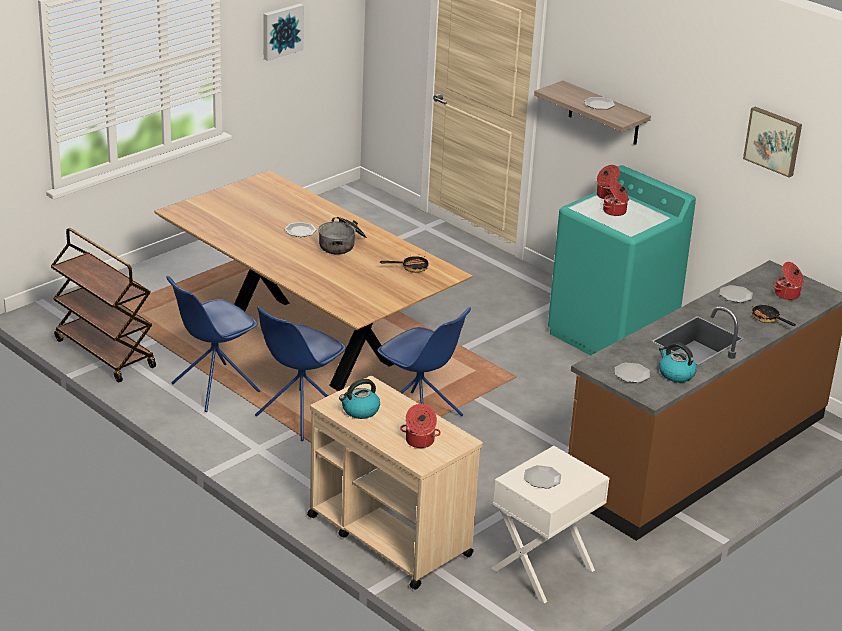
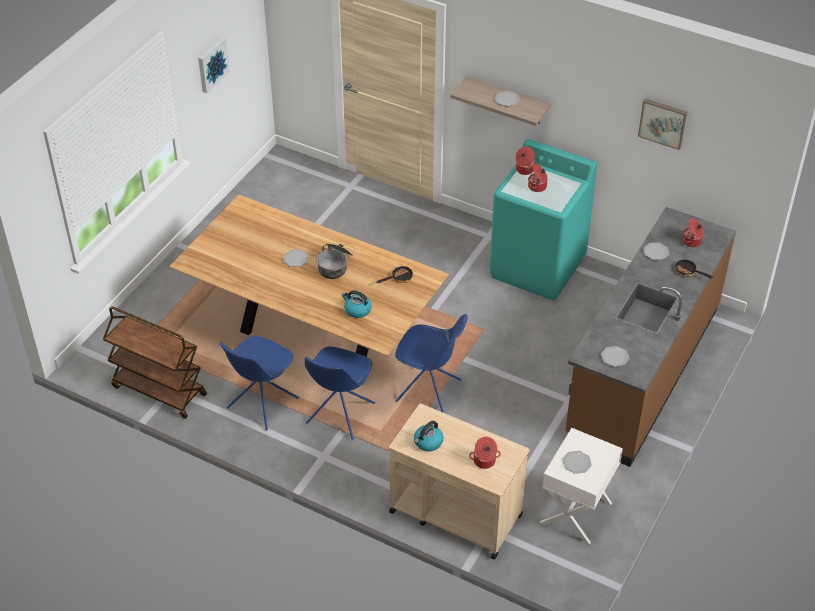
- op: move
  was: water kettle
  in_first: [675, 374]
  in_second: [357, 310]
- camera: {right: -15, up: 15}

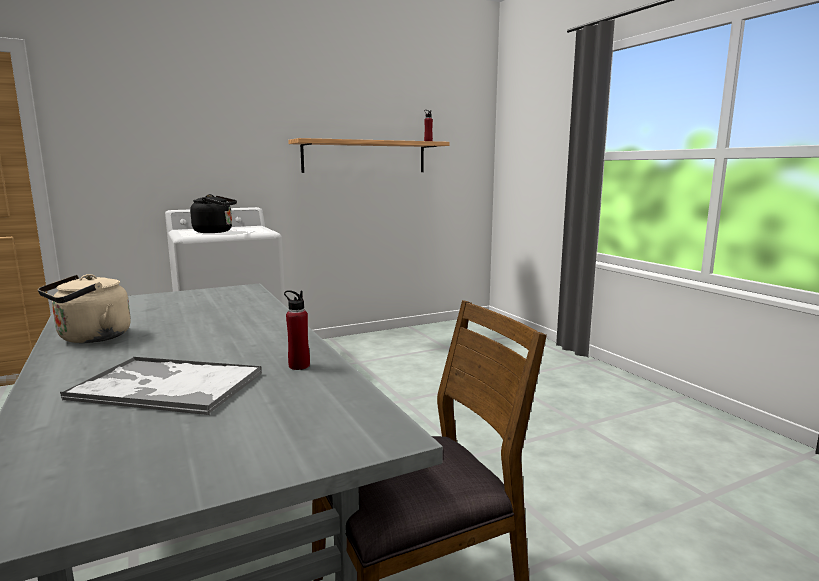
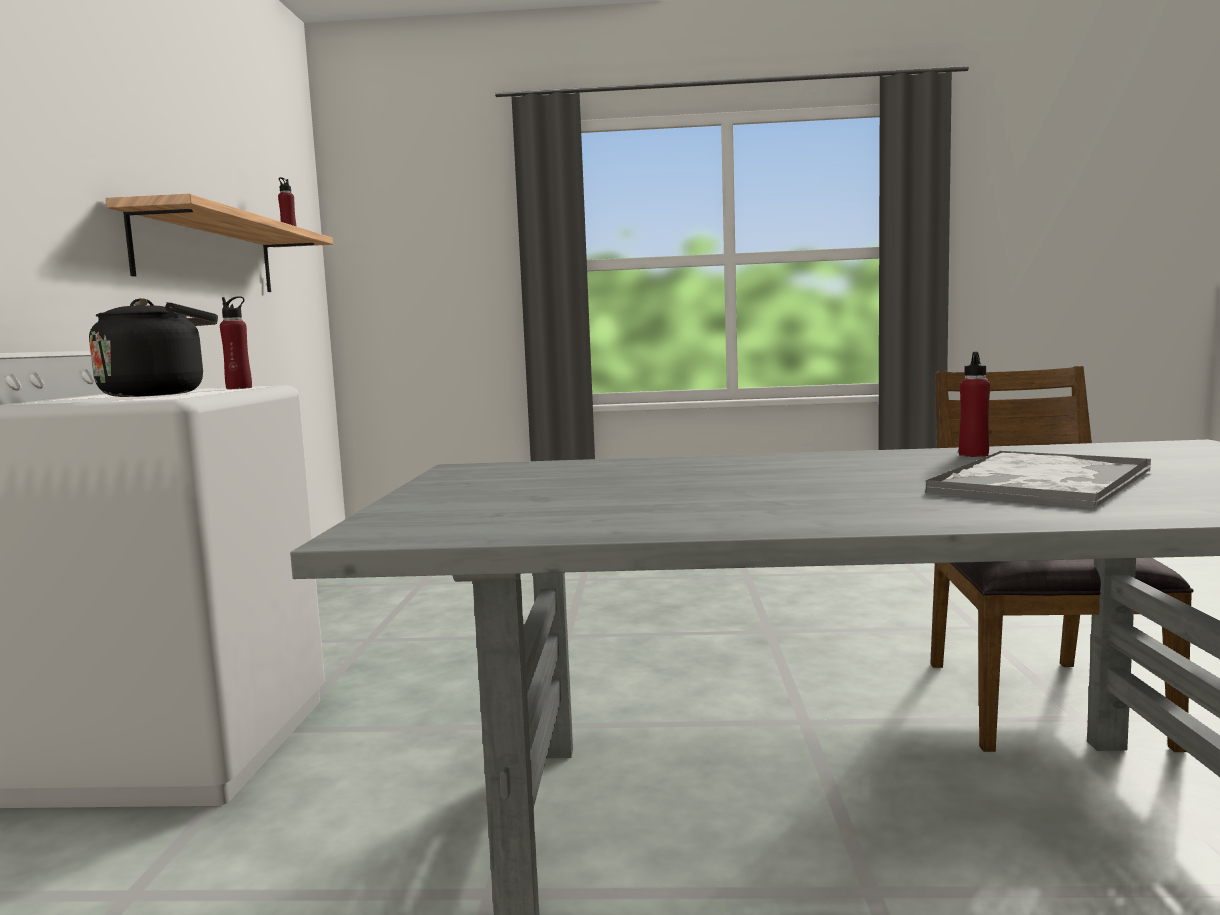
- op: delete
  was: water kettle/beige
  in_first: [90, 338]
- op: insert
  now: drink bottle/reddish
  in_second: [239, 388]
- camera: {right: -60, up: -5}

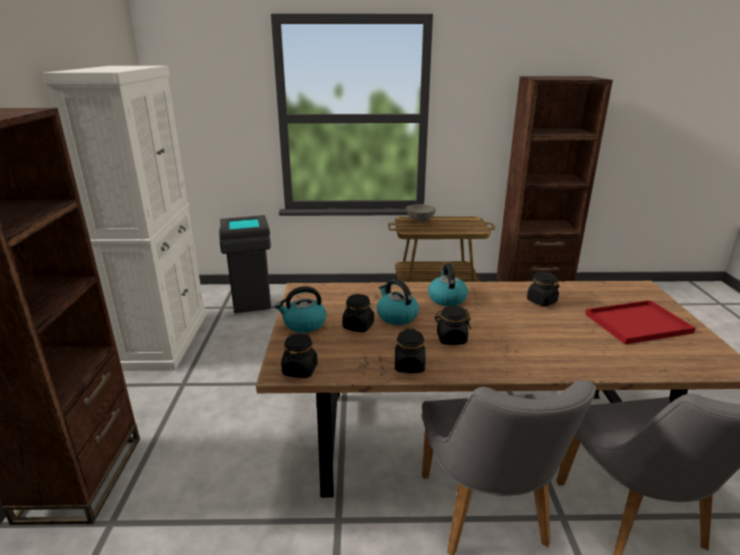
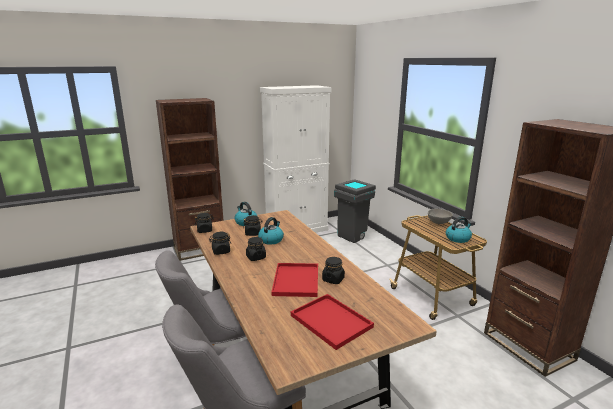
- op: move
  was: water kettle
  in_first: [446, 298]
  in_second: [458, 238]
- op: insert
  now: serving tray/reddish
  in_second: [296, 281]
- camera: {right: 65, up: -5}

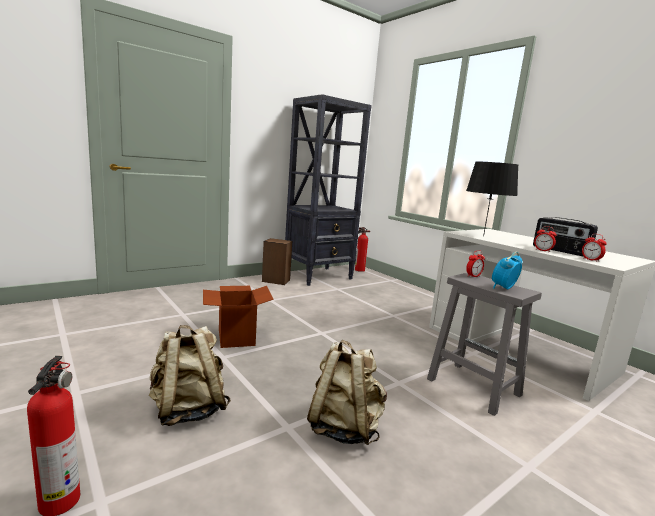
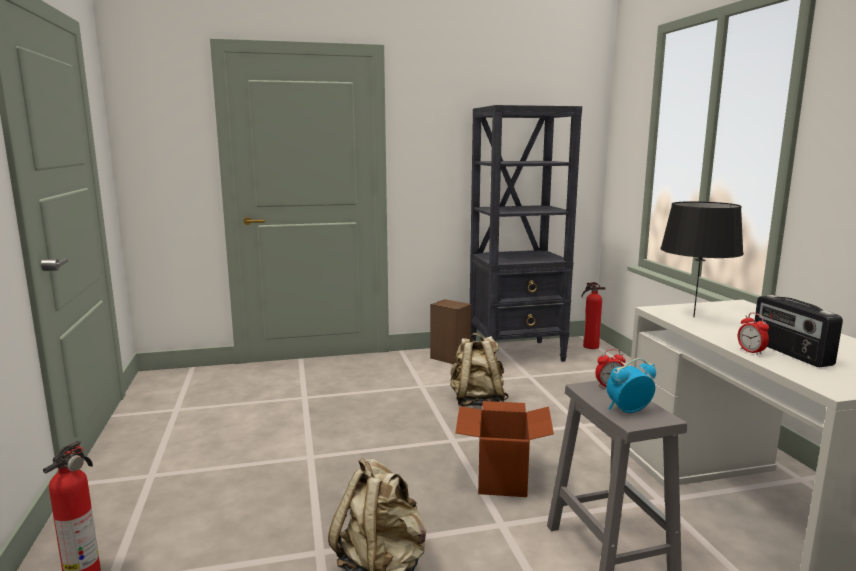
- op: move
  was: knapsack/beige
  in_first: [188, 410]
  in_second: [477, 401]
- op: move
  was: packing box
  in_first: [236, 337]
  in_second: [502, 479]
- op: delete
  was: bedside clock
  in_first: [591, 260]
- camera: {right: 25, up: 0}

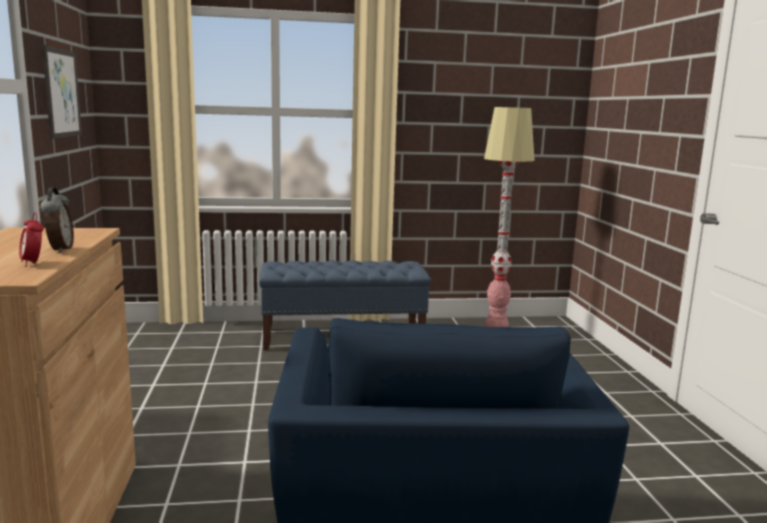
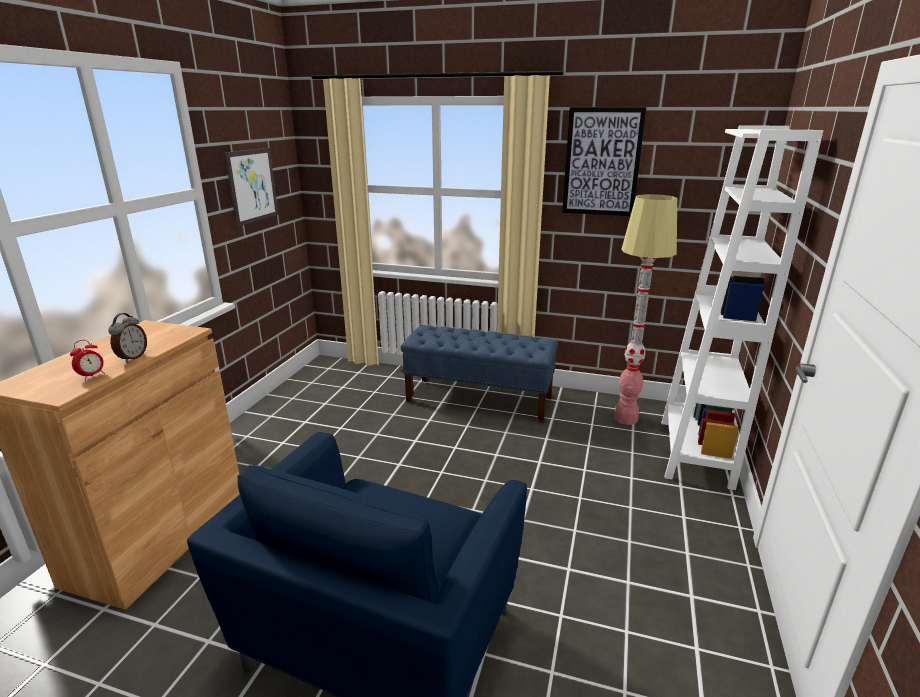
- op: rotate
  was: bedside clock
  in_first: [33, 264]
  in_second: [92, 376]
  clockwise: -135
- op: insert
  now: picture
  in_second: [602, 162]
- op: insert
  now: bookshelf/white-coloured
  in_second: [695, 453]
- camera: {right: 25, up: 10}

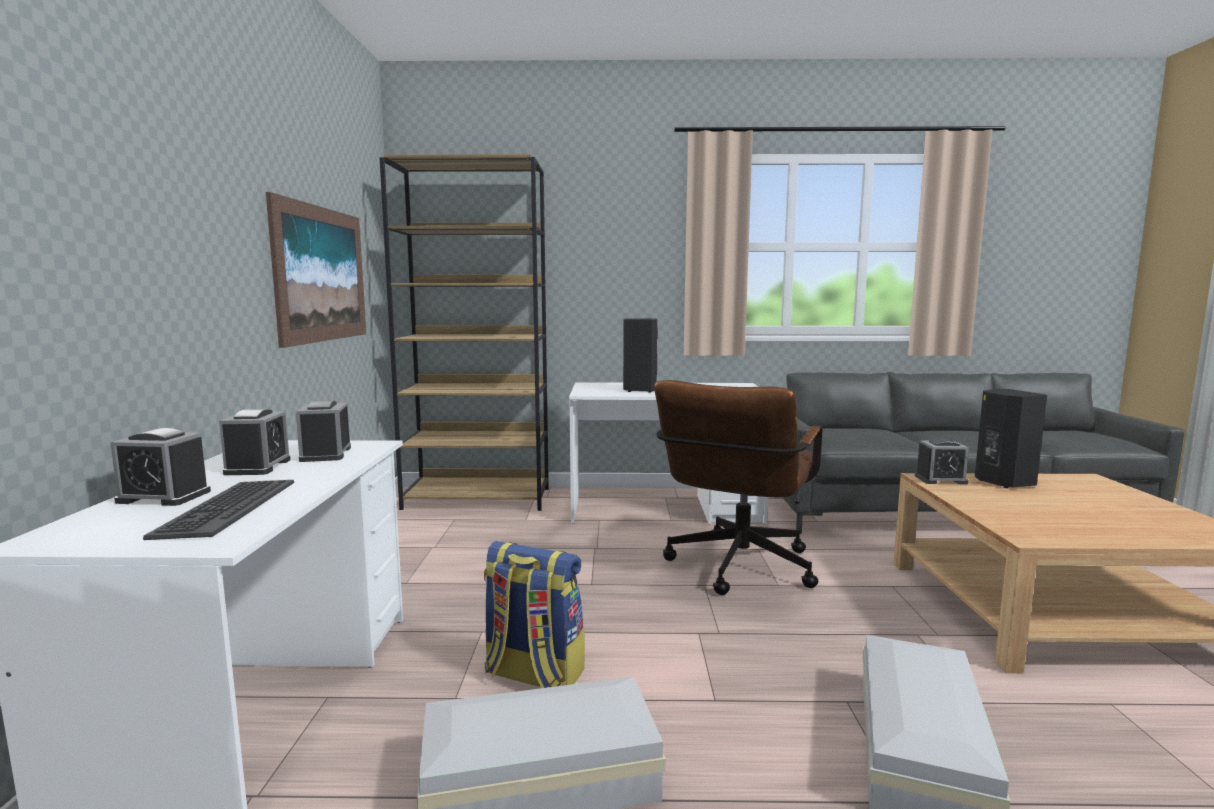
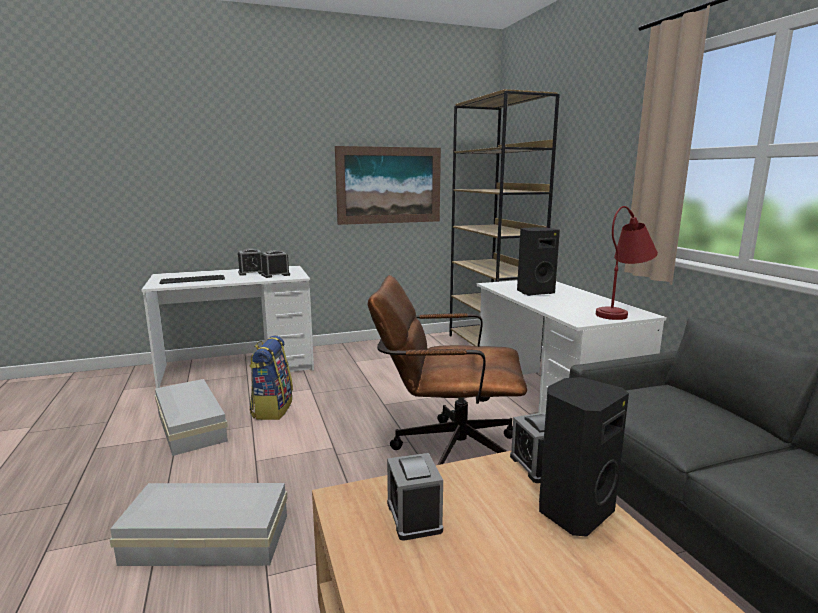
- op: move
  was: bedside clock
  in_first: [164, 496]
  in_second: [414, 516]
- op: insert
  now: table lamp/reddish
  in_second: [622, 312]
- camera: {right: 70, up: 5}

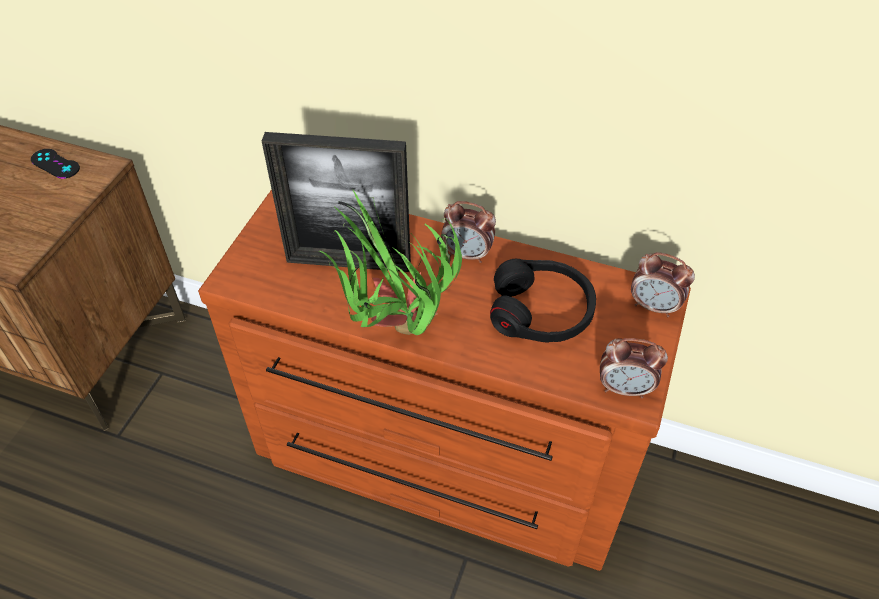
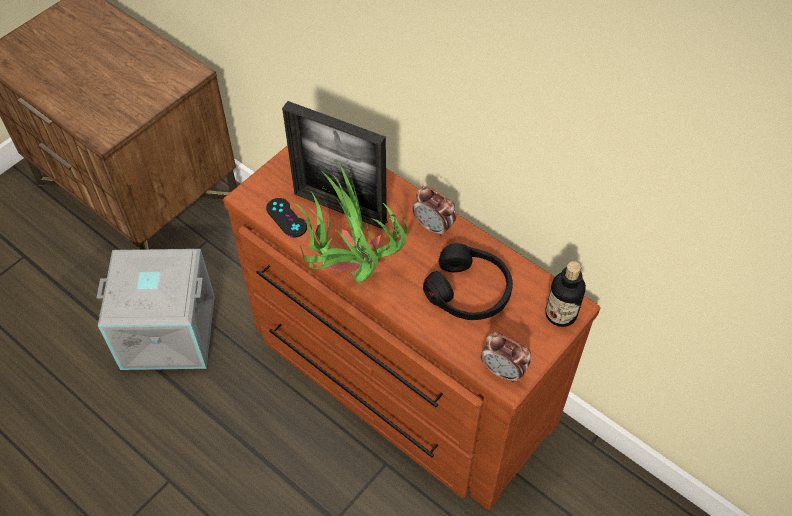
- op: move
  was: gamepad/black
  in_first: [55, 164]
  in_second: [286, 218]
- op: replace
  was: bedside clock
  now: drink bottle
  in_first: [654, 306]
  in_second: [560, 314]
- op: insert
  now: storage bin/greyish
  in_second: [169, 330]
- camera: {right: 20, up: 5}

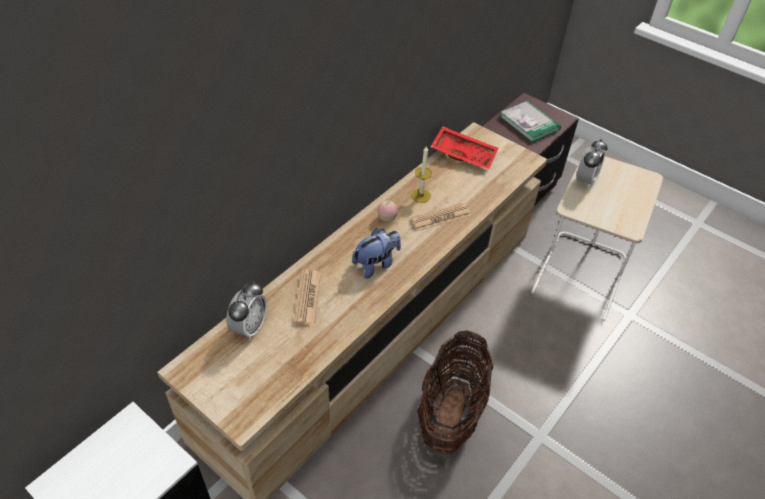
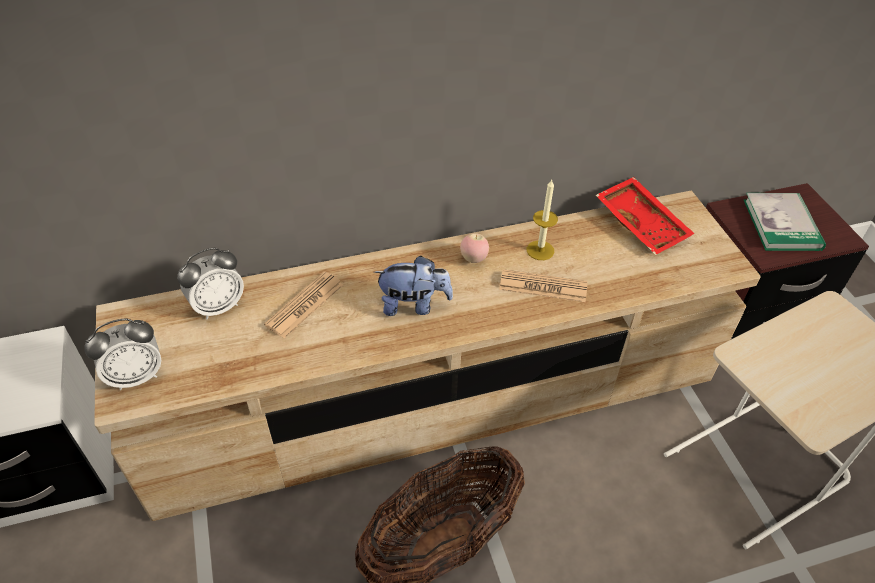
- op: move
  was: bedside clock
  in_first: [585, 180]
  in_second: [136, 376]
- camera: {right: 35, up: 0}

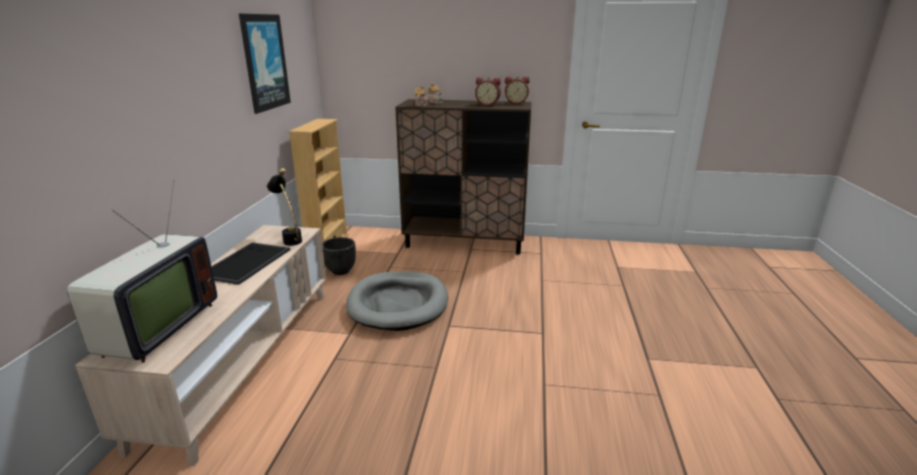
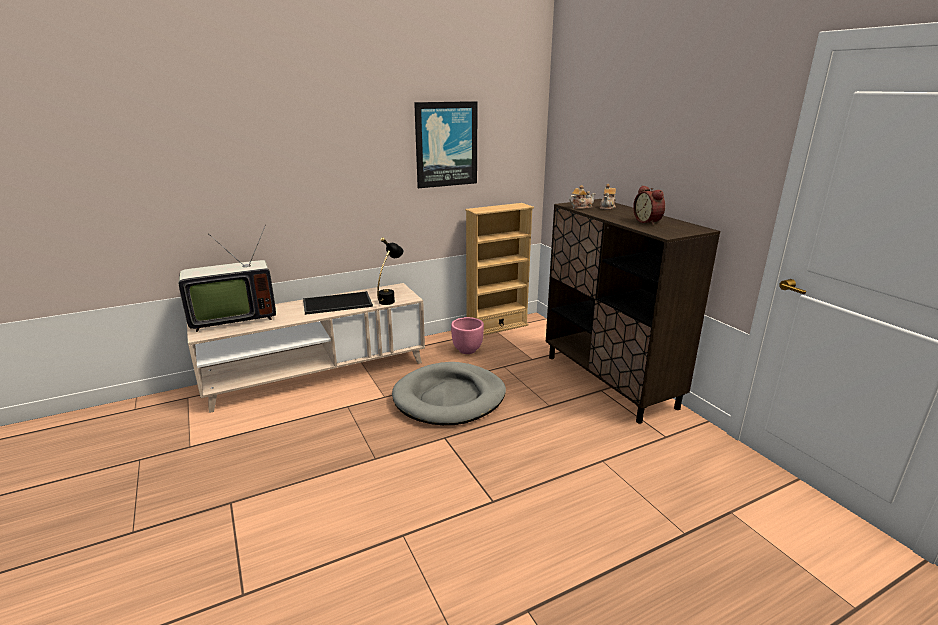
- op: recolor
  was: flower pot/black
  now: flower pot/pink-coloured
  in_first: [340, 271]
  in_second: [467, 350]
- op: delete
  was: bedside clock
  in_first: [515, 103]
- camera: {right: 55, up: 0}

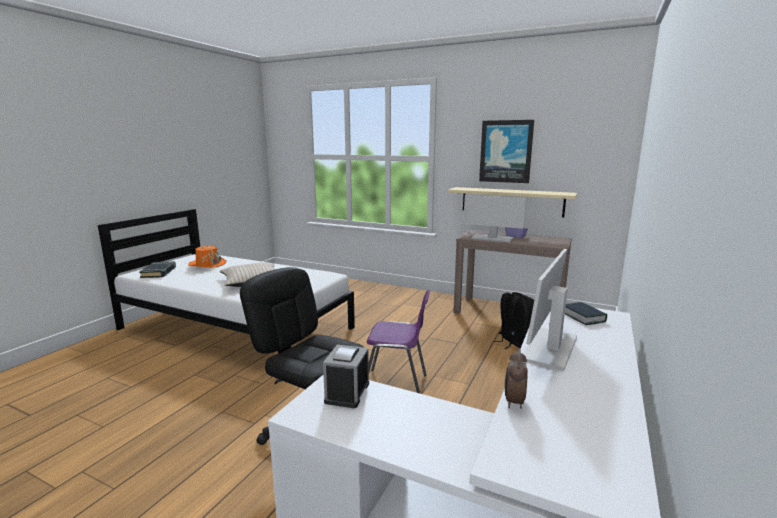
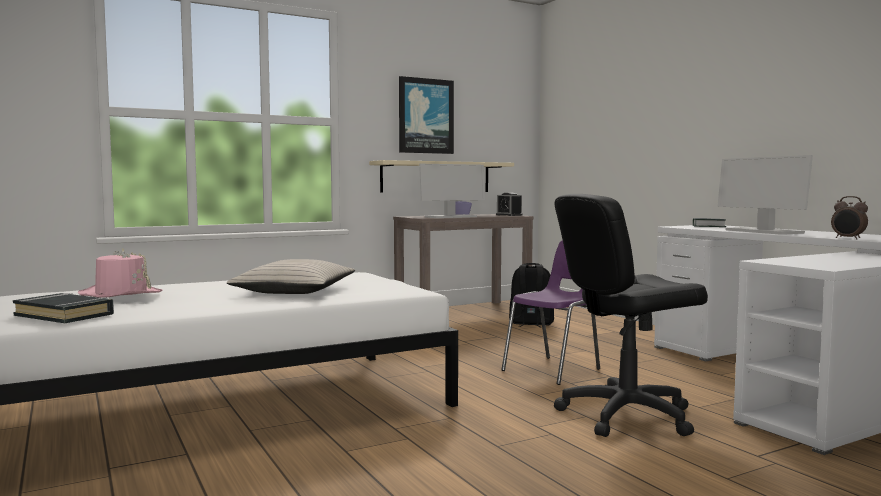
- op: recolor
  was: wearable hat/orange-coloured
  now: wearable hat/pink-coloured
  in_first: [207, 264]
  in_second: [120, 294]
- op: move
  was: bedside clock
  in_first: [347, 392]
  in_second: [509, 215]
- camera: {right: -55, up: -10}

